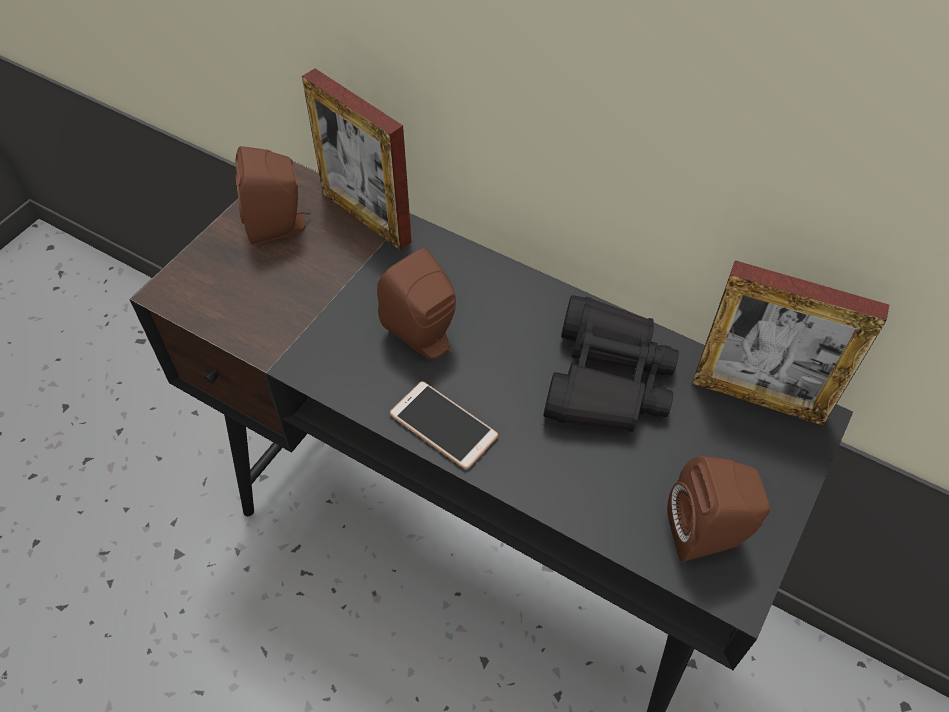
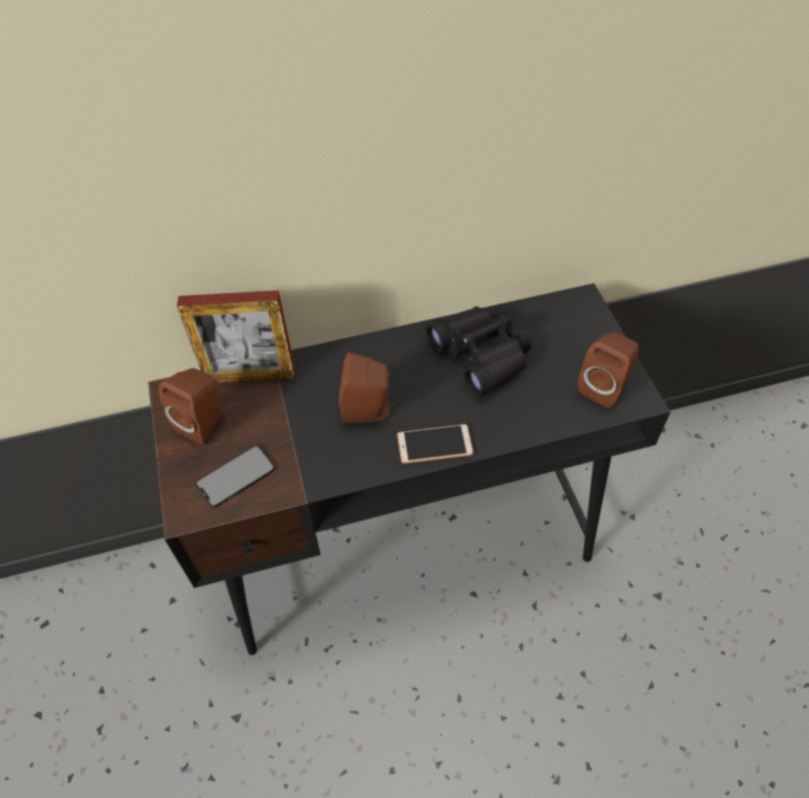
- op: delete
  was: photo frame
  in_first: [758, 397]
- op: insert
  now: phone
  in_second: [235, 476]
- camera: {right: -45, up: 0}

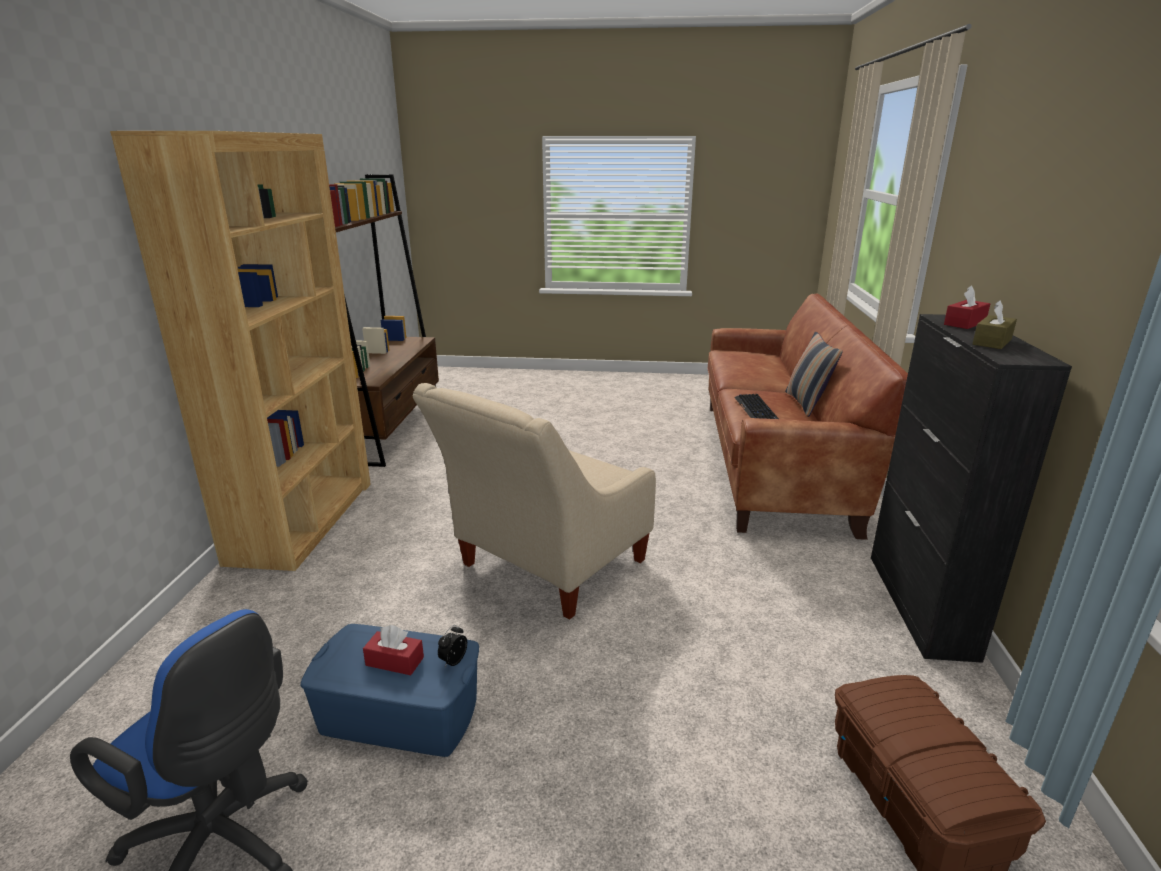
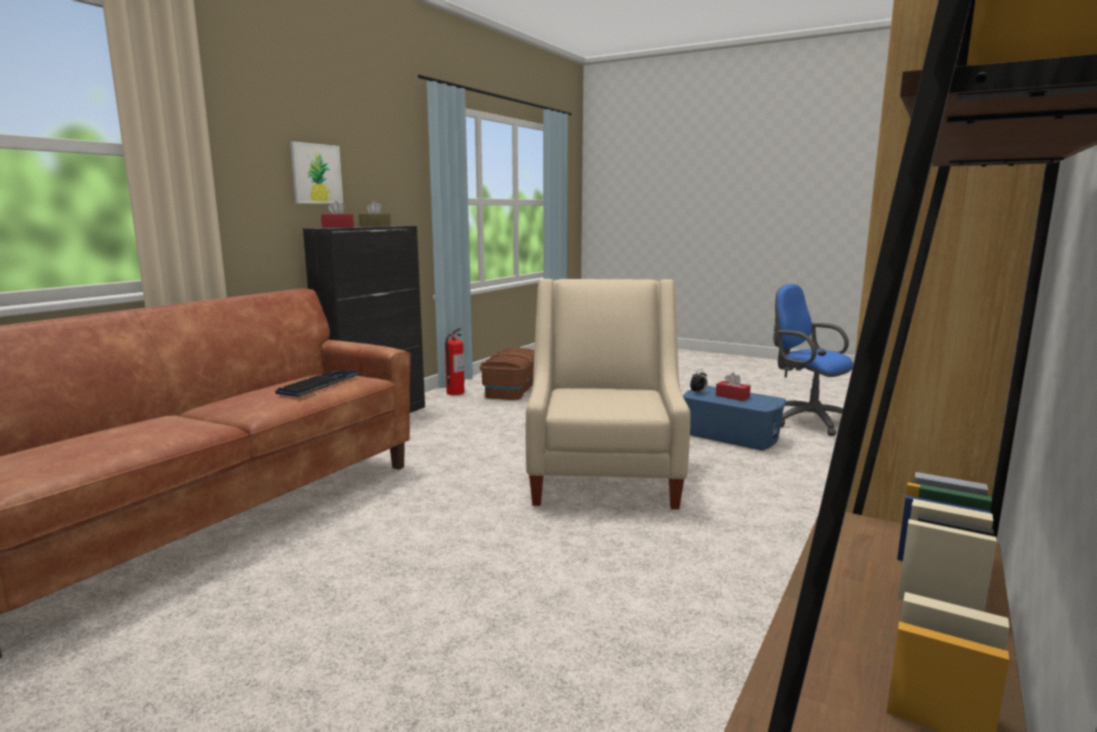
- op: rotate
  was: easy chair/beige
  in_first: [544, 568]
  in_second: [604, 476]
  clockwise: -60
- op: delete
  was: pillow
  in_first: [806, 404]
- op: insert
  now: picture
  in_second: [316, 174]
- op: insert
  now: extinguisher
  in_second: [455, 392]
- camera: {right: -155, up: -10}

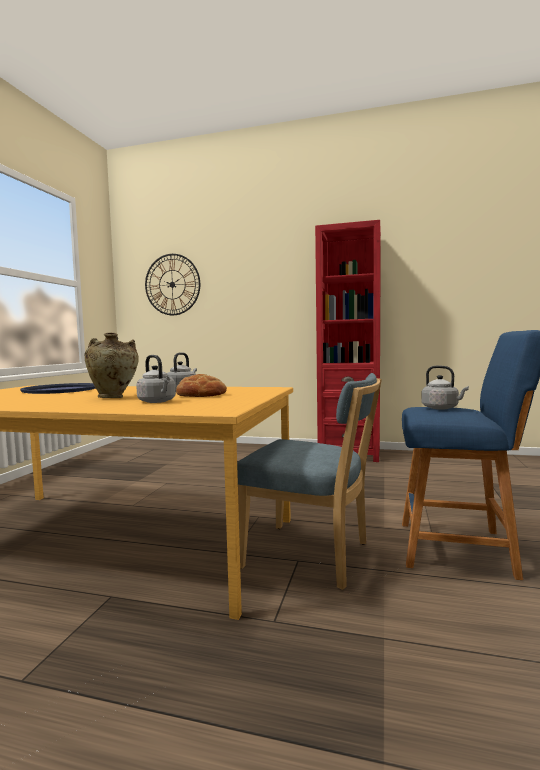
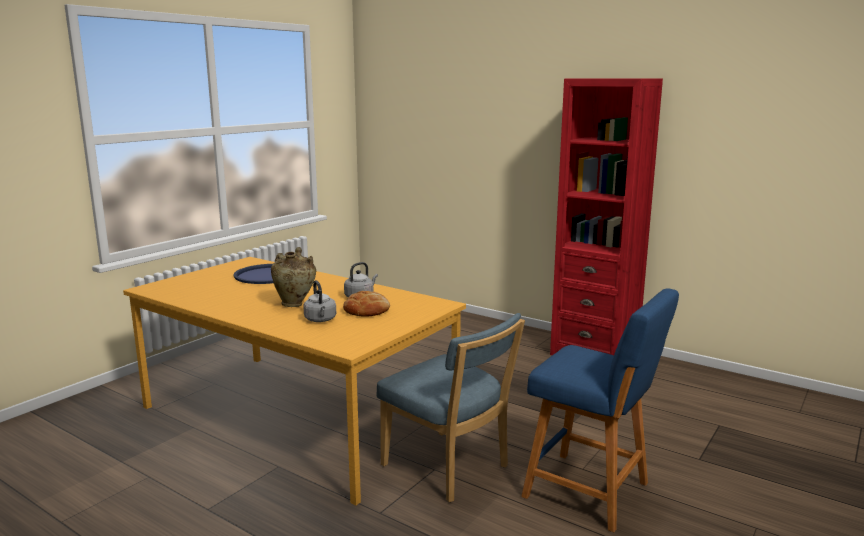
- op: delete
  was: clock on the wall
  in_first: [172, 284]
- op: delete
  was: water kettle/greyish
  in_first: [442, 408]
- camera: {right: 20, up: 10}

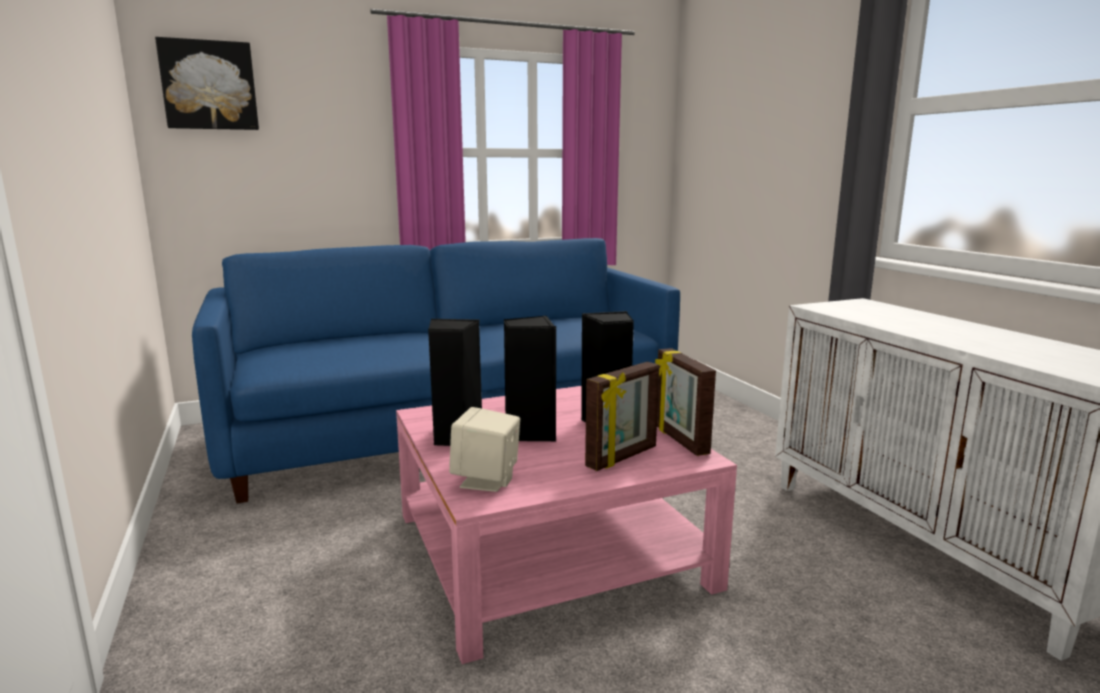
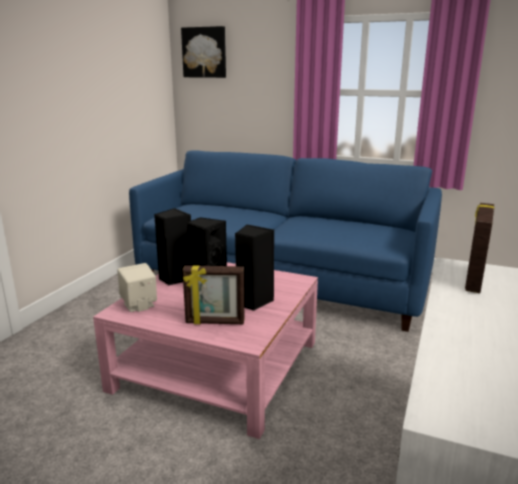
- op: move
  was: photo frame
  in_first: [679, 440]
  in_second: [473, 279]
- camera: {right: 45, up: 5}

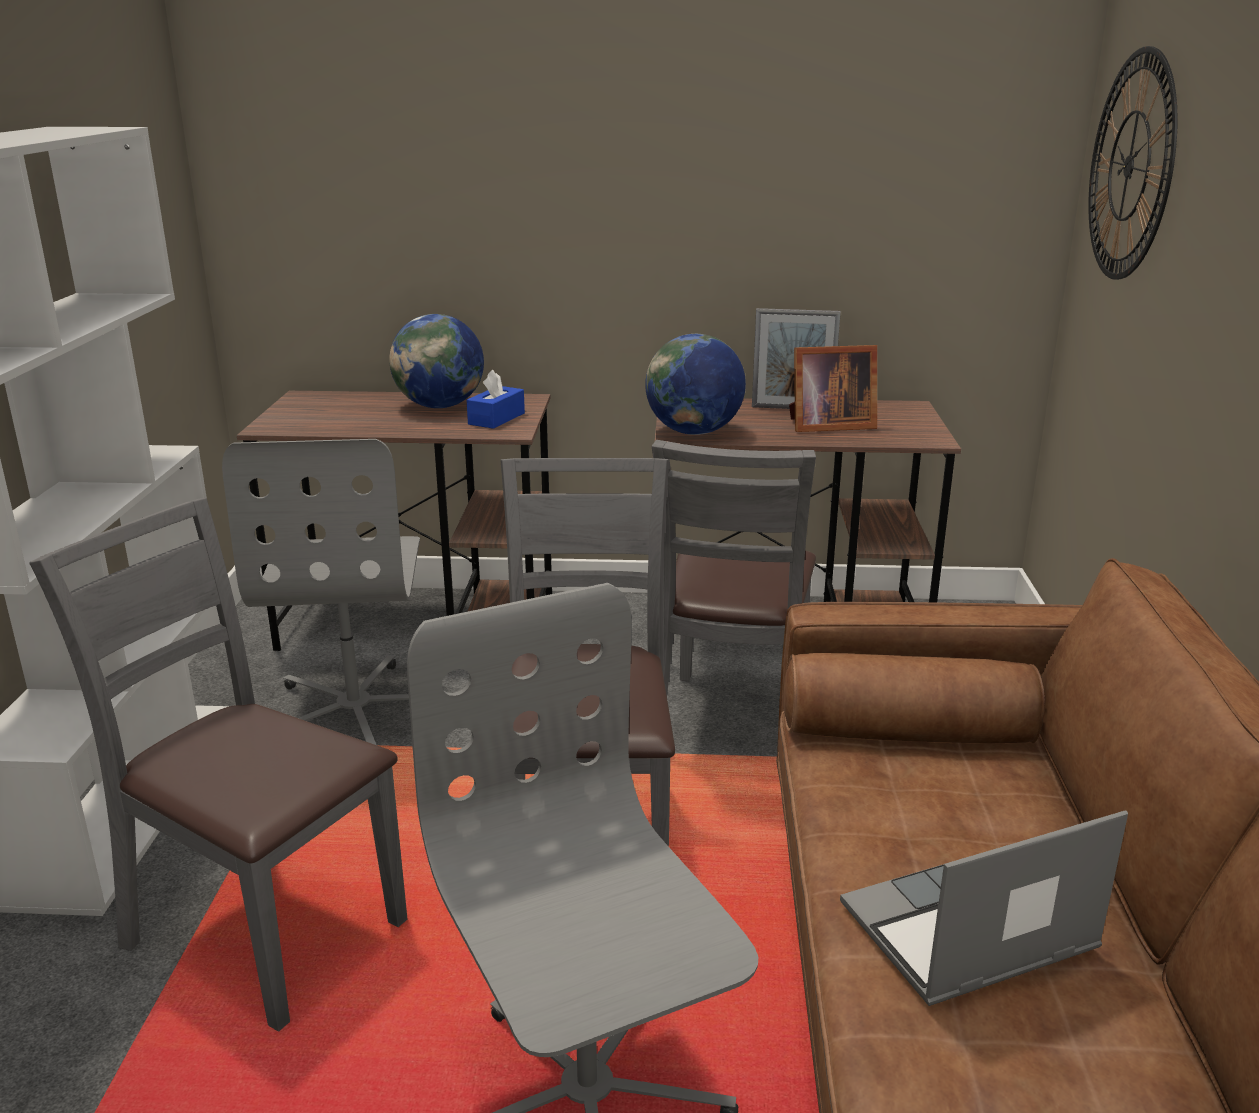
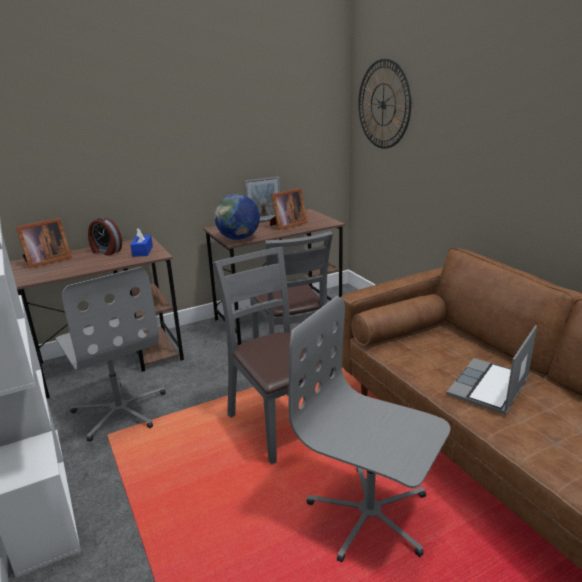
- op: delete
  was: upright chair/greyish
  in_first: [264, 930]
- op: replace
  was: desk globe
  now: bedside clock
  in_first: [440, 406]
  in_second: [106, 251]
- op: insert
  now: photo frame
  in_second: [46, 261]
- camera: {right: -30, up: 0}

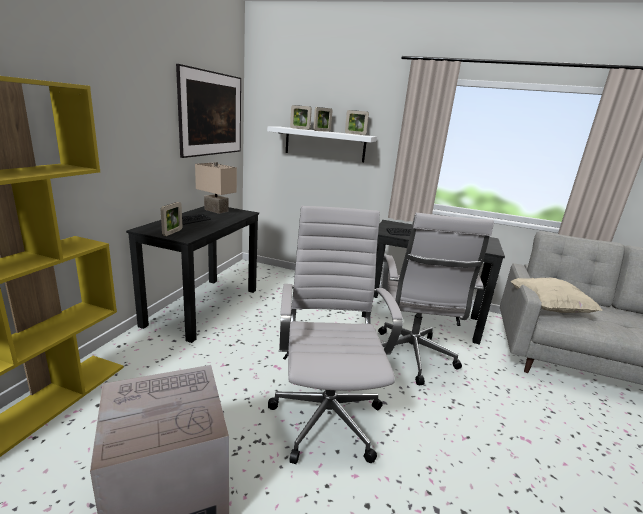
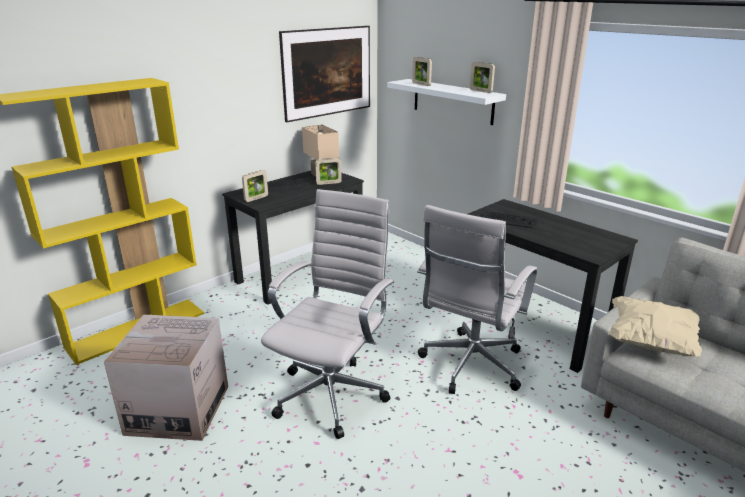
- op: move
  was: photo frame
  in_first: [322, 131]
  in_second: [329, 183]
- camera: {right: 30, up: 5}

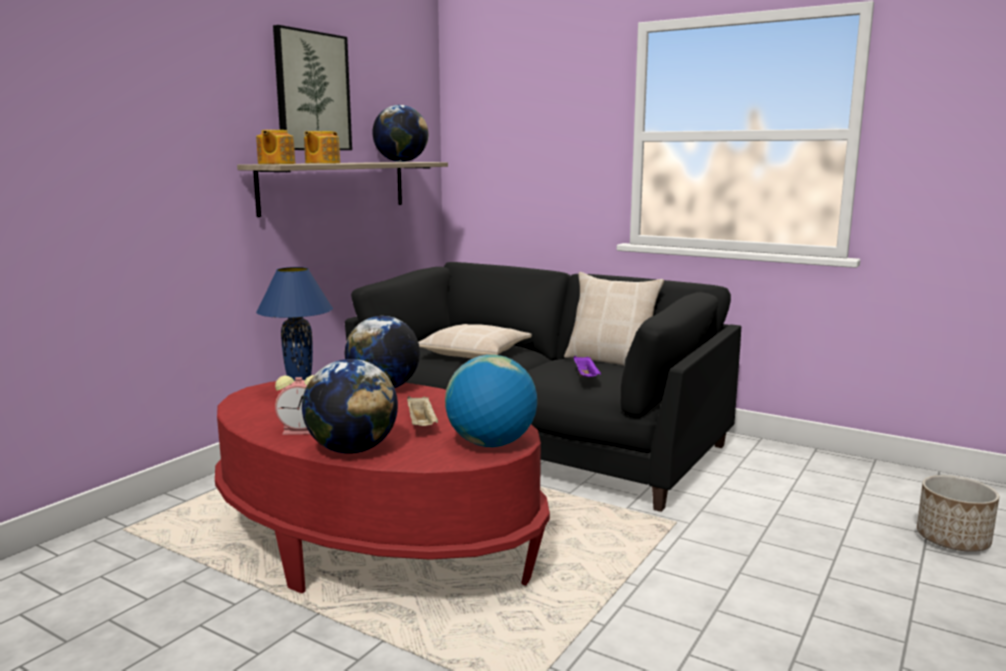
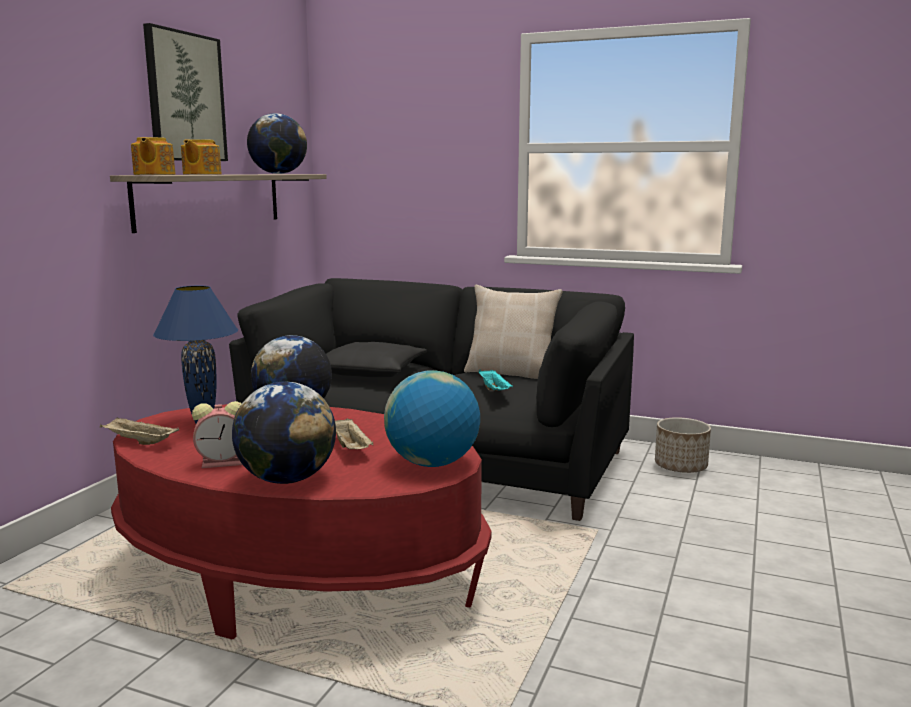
- op: recolor
  was: pillow/beige
  now: pillow/black
  in_first: [476, 352]
  in_second: [371, 371]
- op: recolor
  was: serving tray/purplish
  now: serving tray/turquoise-coloured
  in_first: [586, 377]
  in_second: [495, 391]
- op: move
  was: flower pot
  in_first: [953, 540]
  in_second: [681, 466]
- op: insert
  now: serving tray/beige
  in_second: [139, 442]
- camera: {right: -10, up: 0}

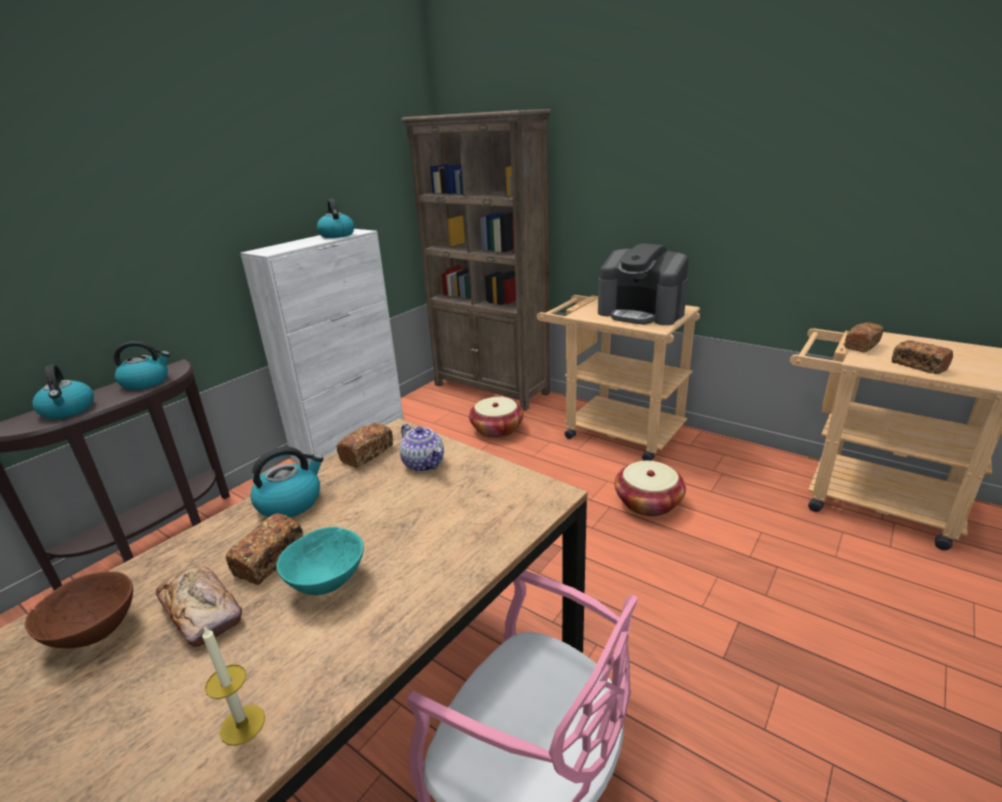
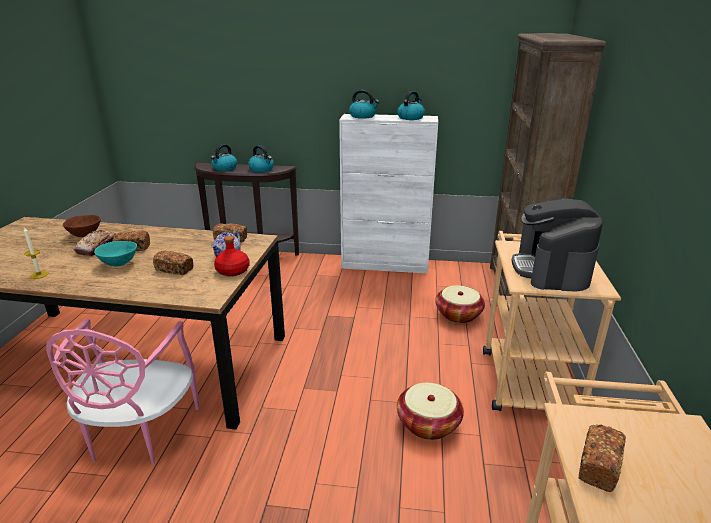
- op: move
  was: water kettle
  in_first: [290, 502]
  in_second: [363, 116]
- op: move
  was: baked bread
  in_first: [861, 345]
  in_second: [174, 269]
- op: insert
  now: drink bottle/reddish
  in_second: [233, 271]
- camera: {right: 60, up: 0}

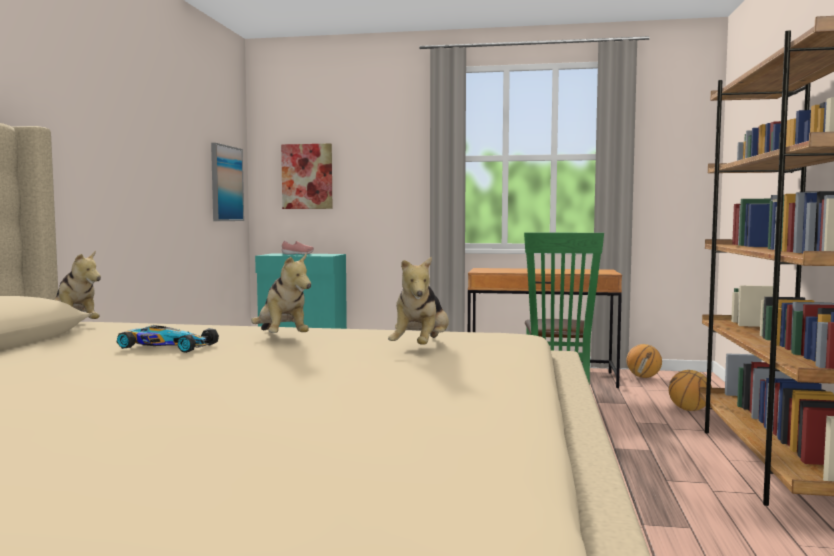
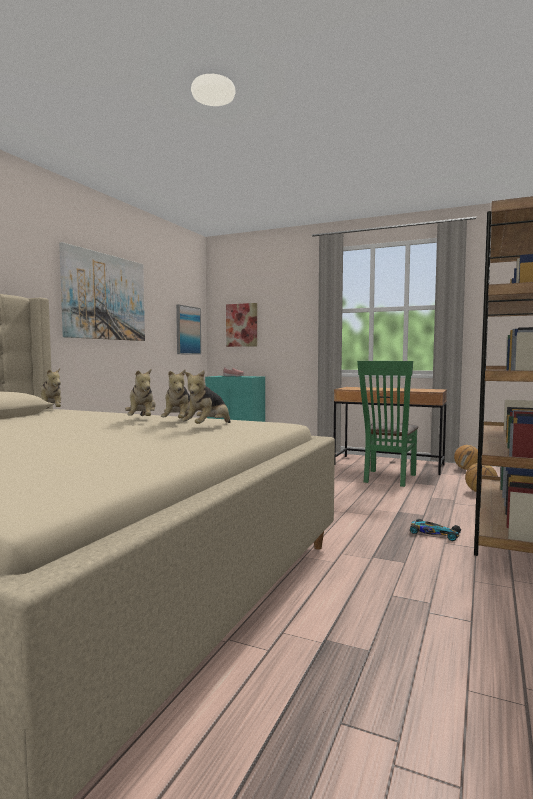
- op: move
  was: toy car
  in_first: [166, 346]
  in_second: [433, 533]
- op: insert
  now: picture
  in_second: [105, 297]
- op: insert
  now: soft toy
  in_second: [180, 422]
- camera: {right: 15, up: 0}

